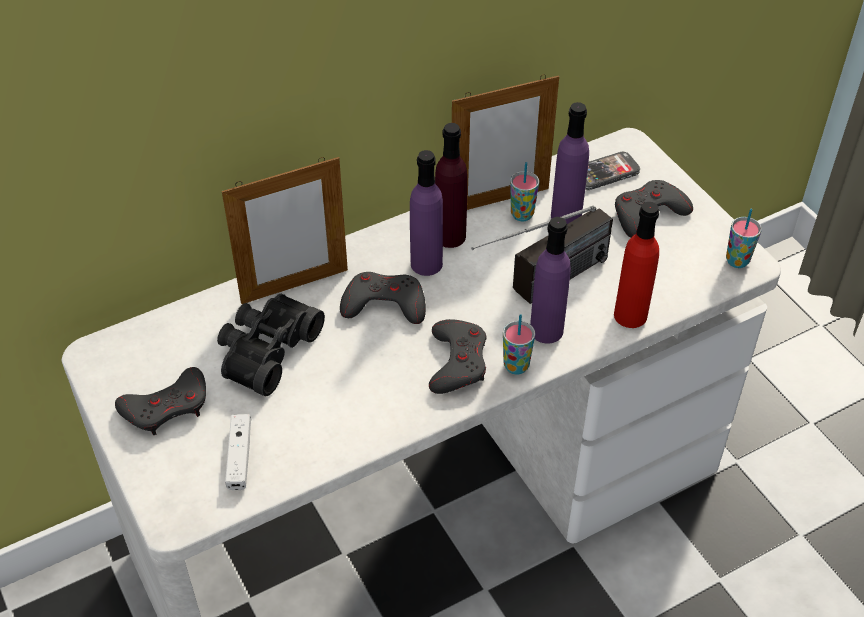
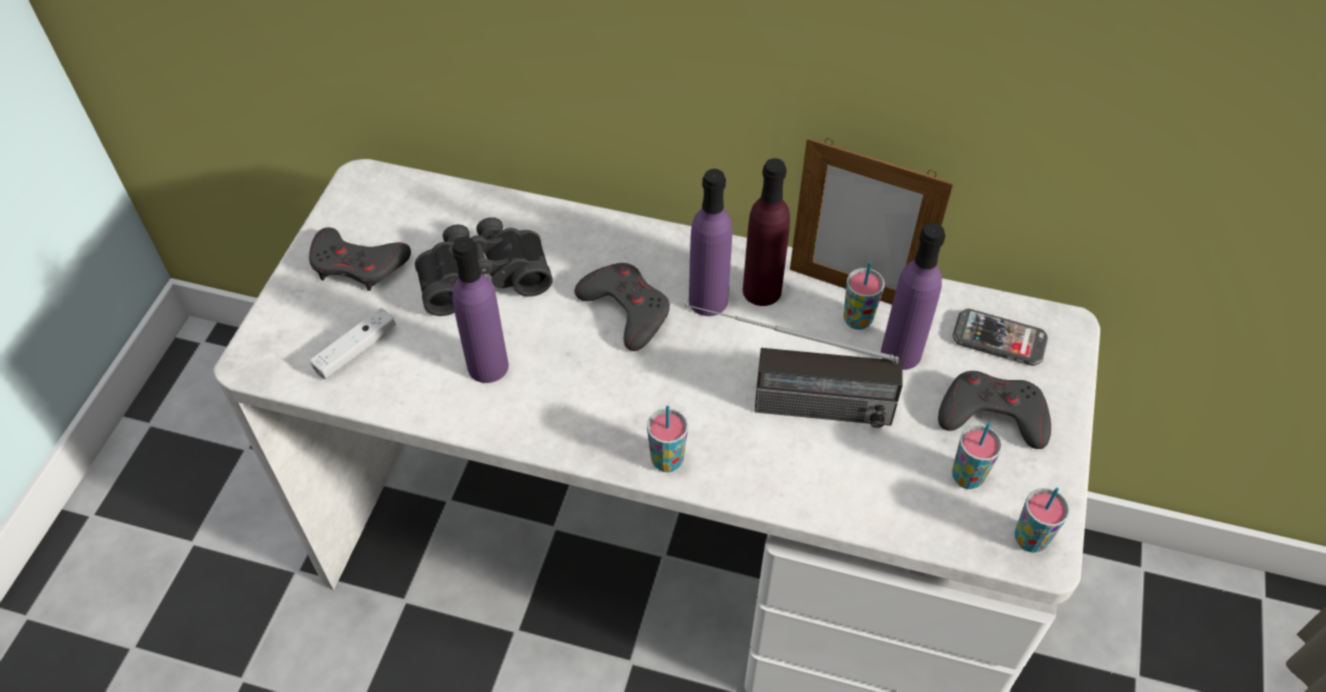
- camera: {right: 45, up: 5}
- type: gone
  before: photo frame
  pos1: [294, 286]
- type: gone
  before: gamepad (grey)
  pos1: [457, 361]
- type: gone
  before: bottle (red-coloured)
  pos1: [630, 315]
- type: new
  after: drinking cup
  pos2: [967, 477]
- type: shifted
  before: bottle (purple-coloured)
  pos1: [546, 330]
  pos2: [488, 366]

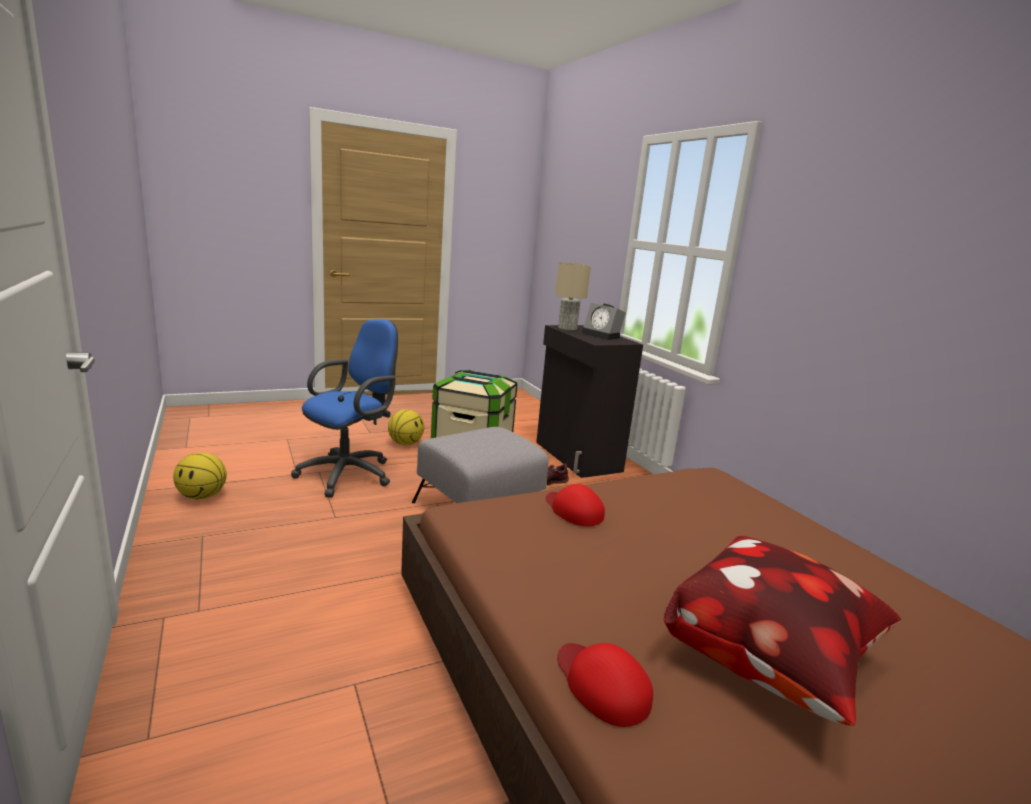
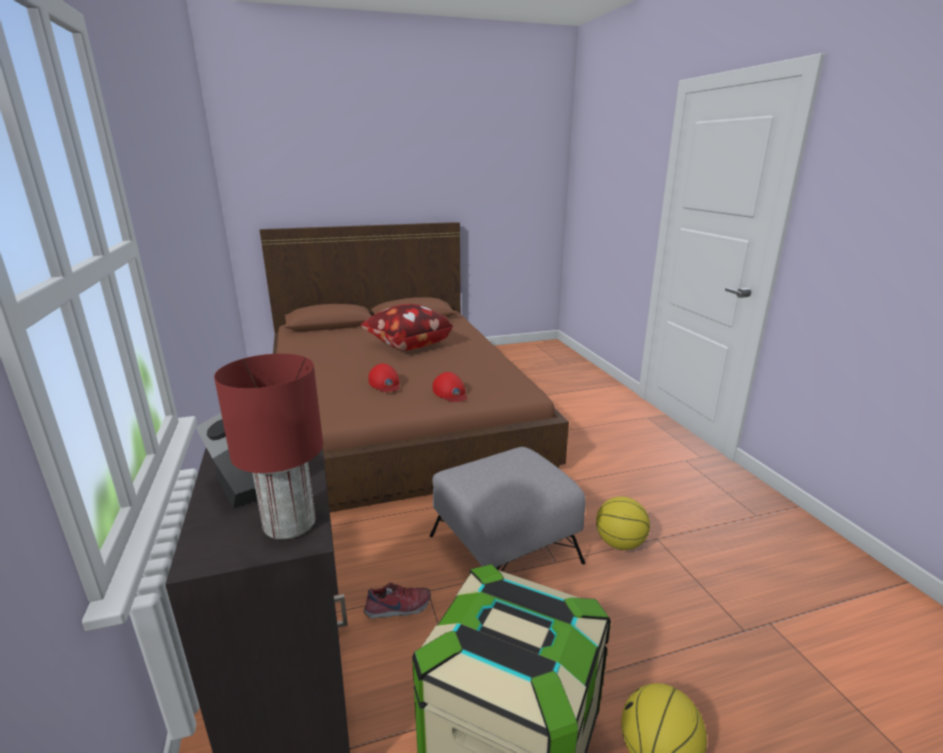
- camera: {right: -170, up: 5}
- type: gone
  before: desk chair (blue)
  pos1: [350, 474]
- type: shifted
  before: basketball
  pos1: [202, 496]
  pos2: [619, 543]
- type: shifted
  before: cap (red-coloured)
  pos1: [601, 684]
  pos2: [385, 383]
- type: repainted
  before: table lamp (sand-coloured)
  after: table lamp (red-coloured)
  pos1: [567, 328]
  pos2: [290, 523]

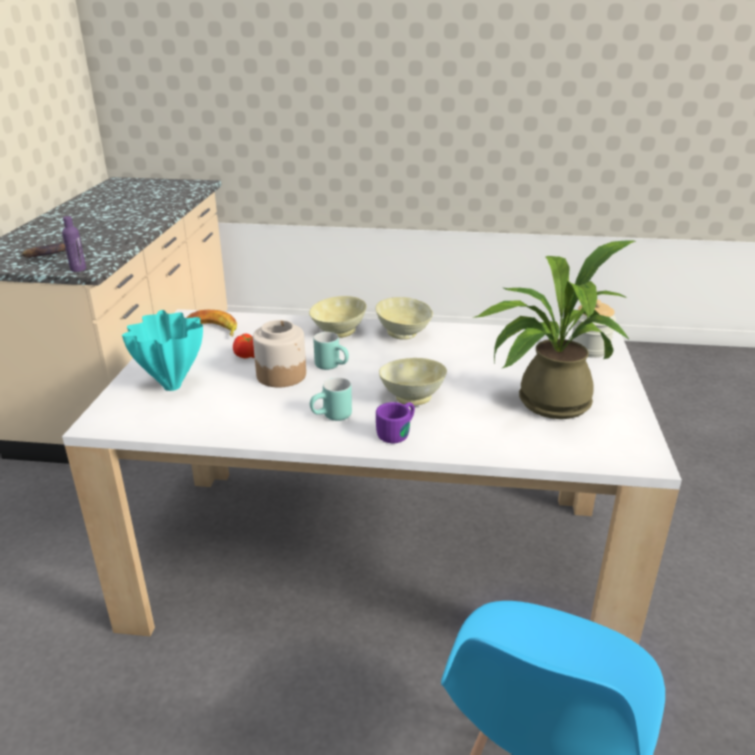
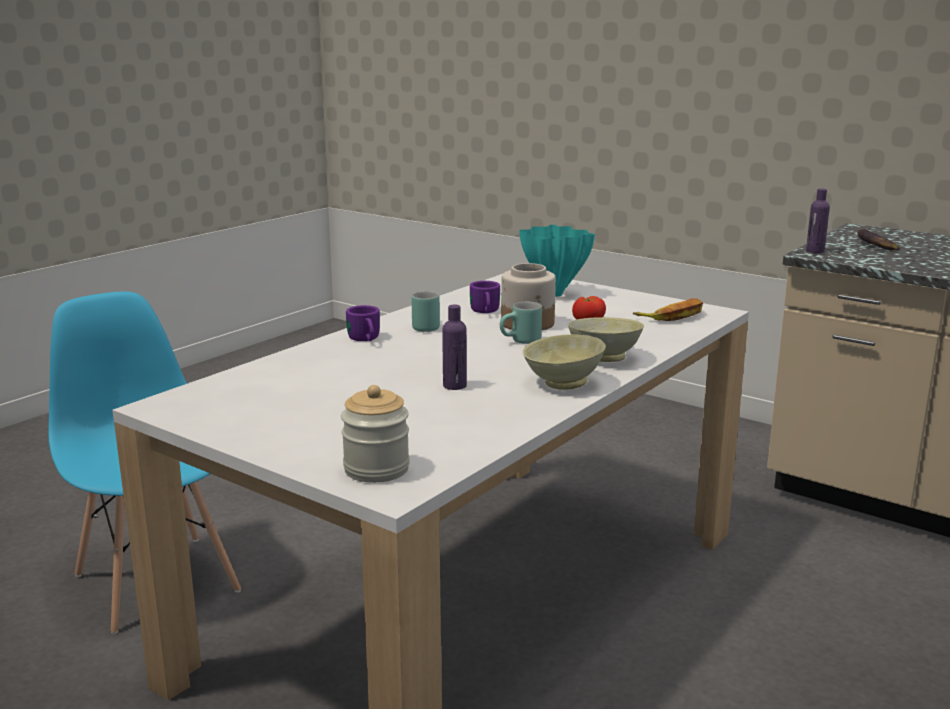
- camera: {right: 120, up: -10}
- type: gone
  before: serving bowl (sand-coloured)
  pos1: [412, 397]
- type: gone
  before: potted plant
  pos1: [544, 403]
- type: new
  after: bottle (purple-coloured)
  pos2: [454, 386]
- type: new
  after: mug (purple-coloured)
  pos2: [485, 312]

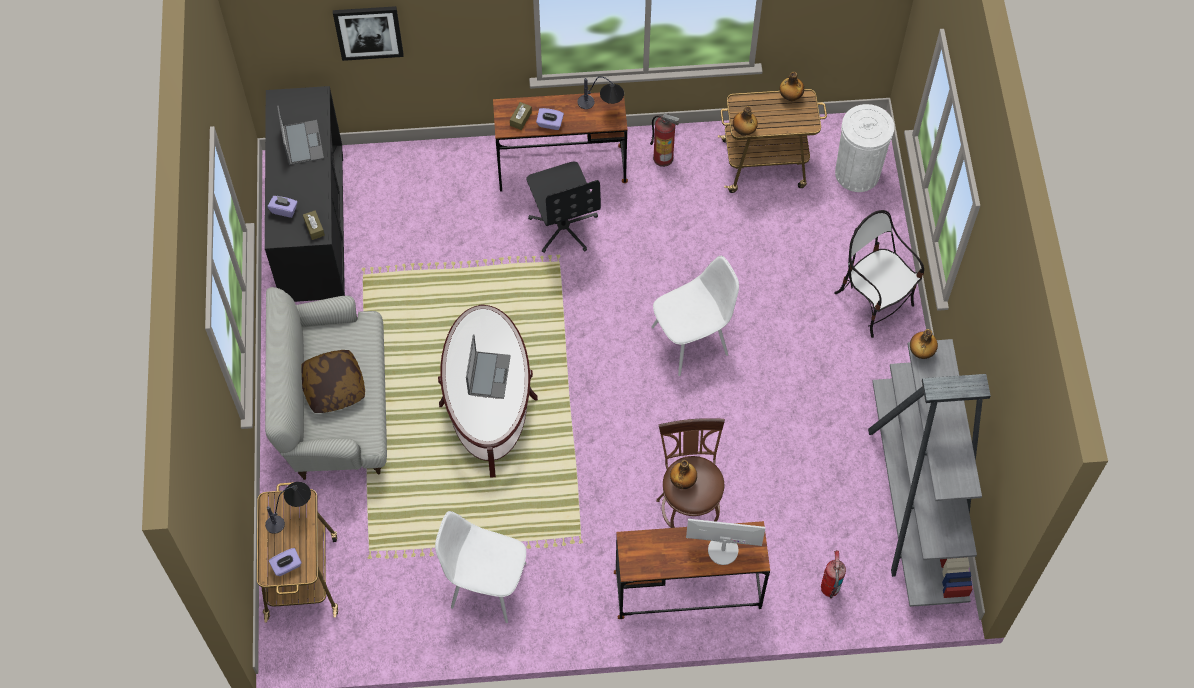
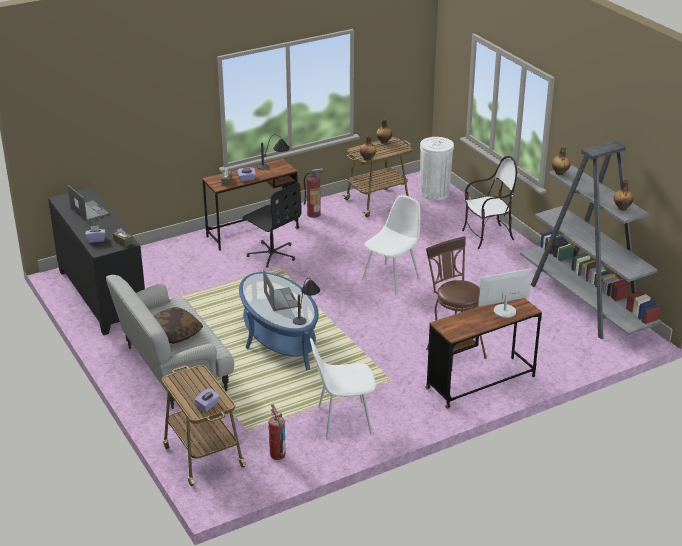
- camera: {right: -25, up: -30}
- type: gone
  before: picture
  pos1: [368, 32]
- type: shifted
  before: table lamp
  pos1: [292, 513]
  pos2: [306, 314]
- type: shifted
  before: bottle
  pos1: [683, 481]
  pos2: [622, 208]
- type: shifted
  before: extinguisher
  pos1: [829, 588]
  pos2: [277, 455]
- type: repainted
  before: low table (brown)
  after: low table (blue)
  pos1: [488, 401]
  pos2: [279, 338]
- type: rotated
  before: plain chair
  pos1: [873, 301]
  pos2: [487, 236]
  turn: 135

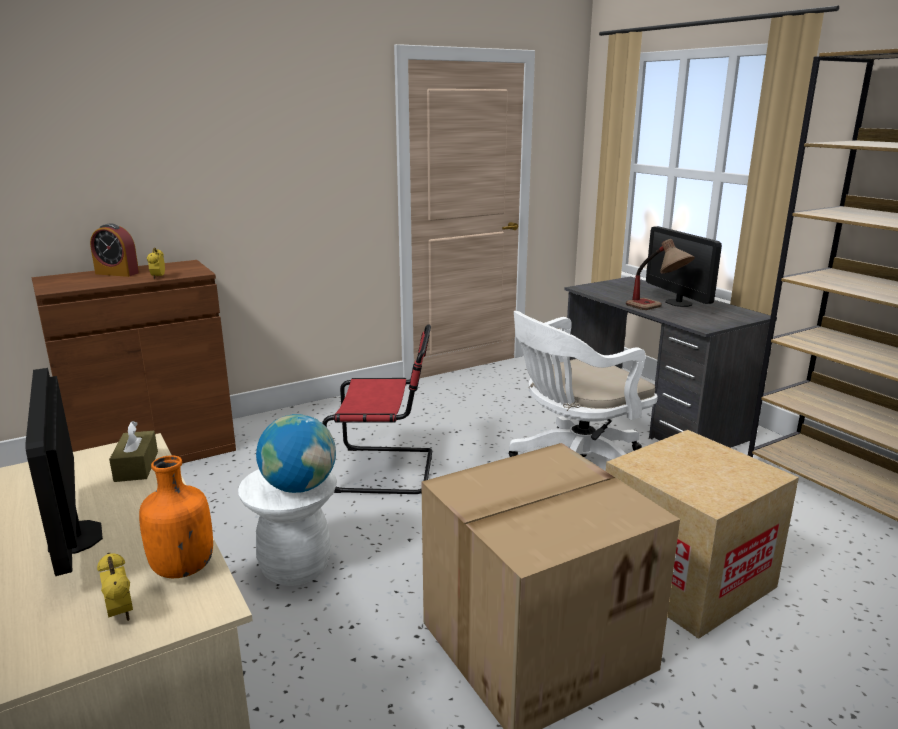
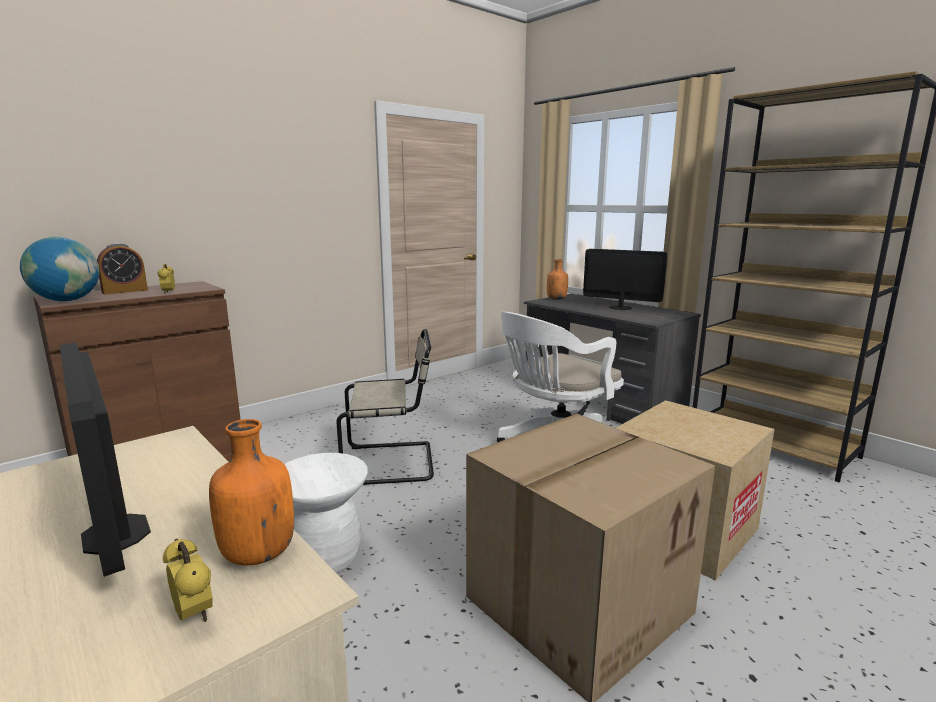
- camera: {right: -10, up: -5}
- type: gone
  before: tissue box (brown)
  pos1: [136, 466]
- type: gone
  before: table lamp
  pos1: [657, 309]
- type: new
  after: bottle (orangey)
  pos2: [556, 299]
- type: shifted
  before: globe
  pos1: [299, 487]
  pos2: [67, 300]
- type: repainted
  before: plain chair (red-coloured)
  after: plain chair (sand-coloured)
  pos1: [387, 470]
  pos2: [393, 463]
- type: rotated
  before: alarm clock
  pos1: [117, 273]
  pos2: [125, 291]
  turn: -45
- type: rotated
  before: computer screen
  pos1: [678, 303]
  pos2: [620, 308]
  turn: 150

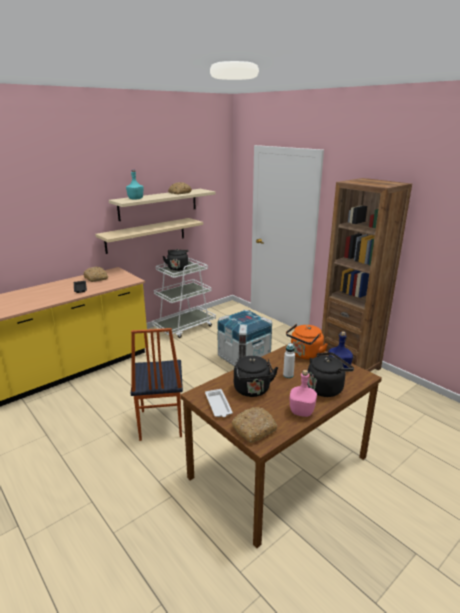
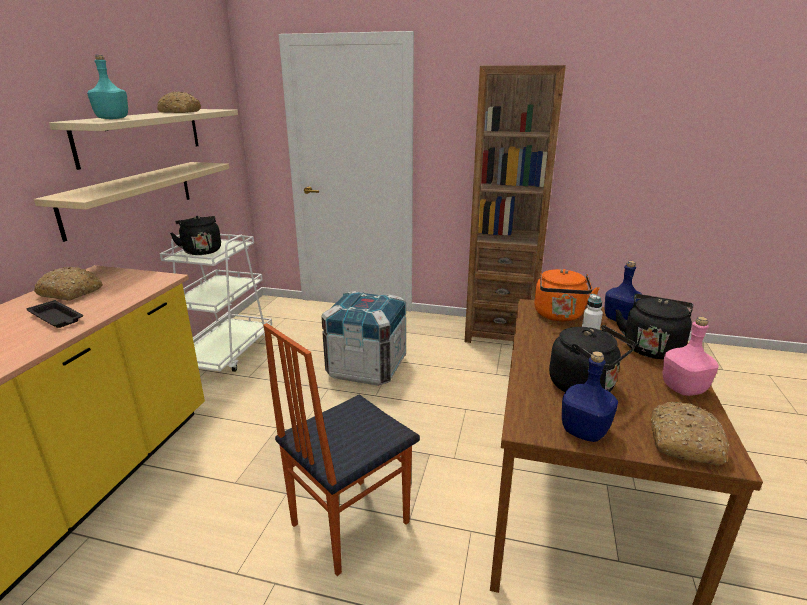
- camera: {right: -35, up: 0}
- type: swapped
  before: tray (white-coloured)
  after: bottle (blue)
  pos1: [218, 406]
  pos2: [584, 431]
- type: rotated
  before: plain chair
  pos1: [160, 423]
  pos2: [348, 523]
  turn: 90

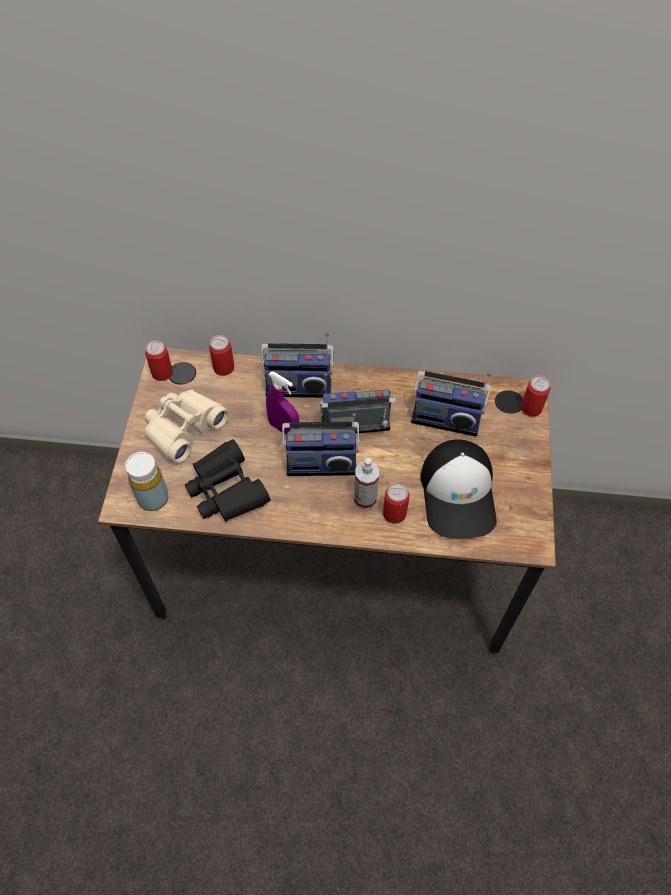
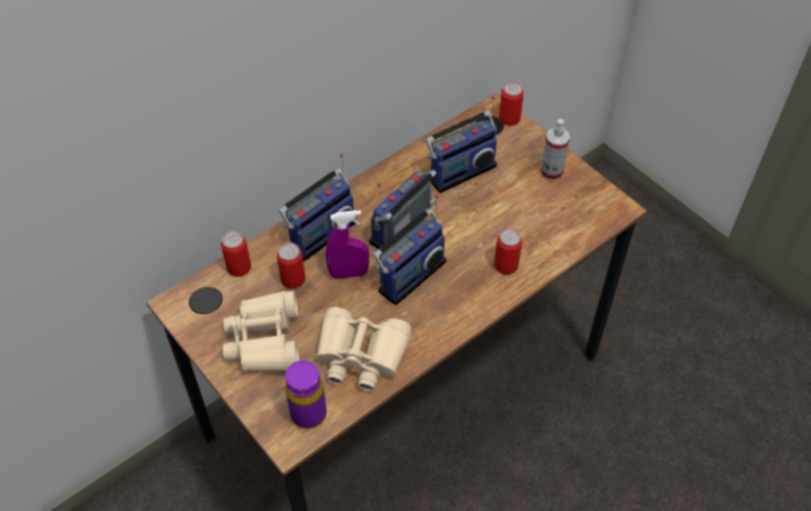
- camera: {right: -45, up: -5}
- type: gone
  before: cap
  pos1: [459, 494]
- type: shifted
  before: metal can
  pos1: [162, 373]
  pos2: [293, 279]
- type: shifted
  before: hand sprayer
  pos1: [365, 499]
  pos2: [551, 172]
- type: repainted
  before: bottle (yellow)
  after: bottle (purple-coloured)
  pos1: [153, 498]
  pos2: [308, 414]
- type: repainted
  before: binoculars (black-coloured)
  after: binoculars (sand-coloured)
  pos1: [226, 489]
  pos2: [361, 355]

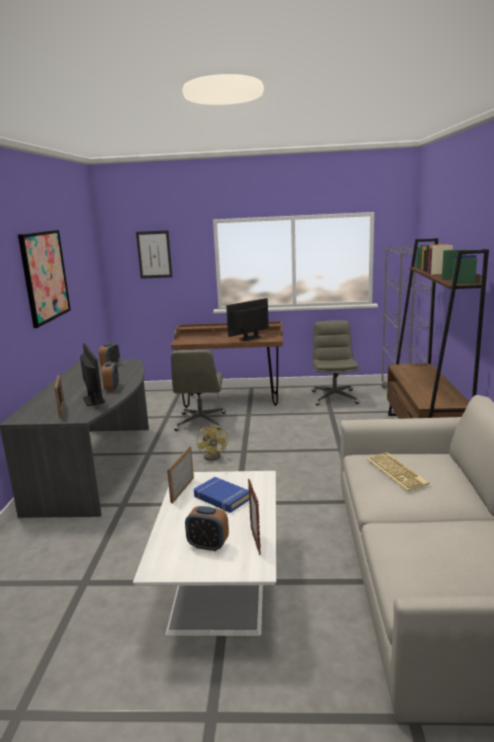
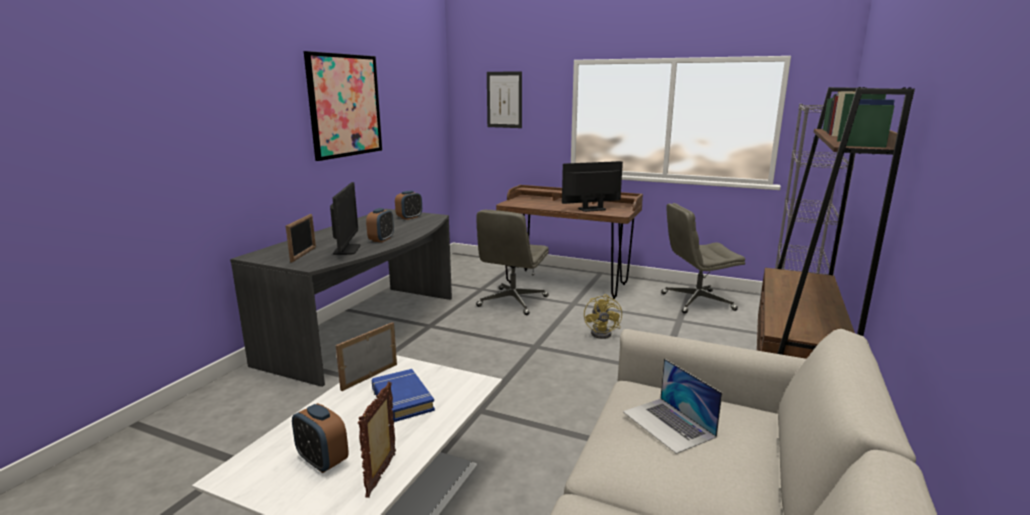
- camera: {right: 20, up: 0}
- type: shifted
  before: cooling fan (yellow)
  pos1: [214, 455]
  pos2: [604, 333]
- type: swapped
  before: computer keyboard
  after: notebook computer
  pos1: [398, 472]
  pos2: [668, 424]
- type: rotated
  before: desk chair (grey)
  pos1: [334, 397]
  pos2: [696, 302]
  turn: -120

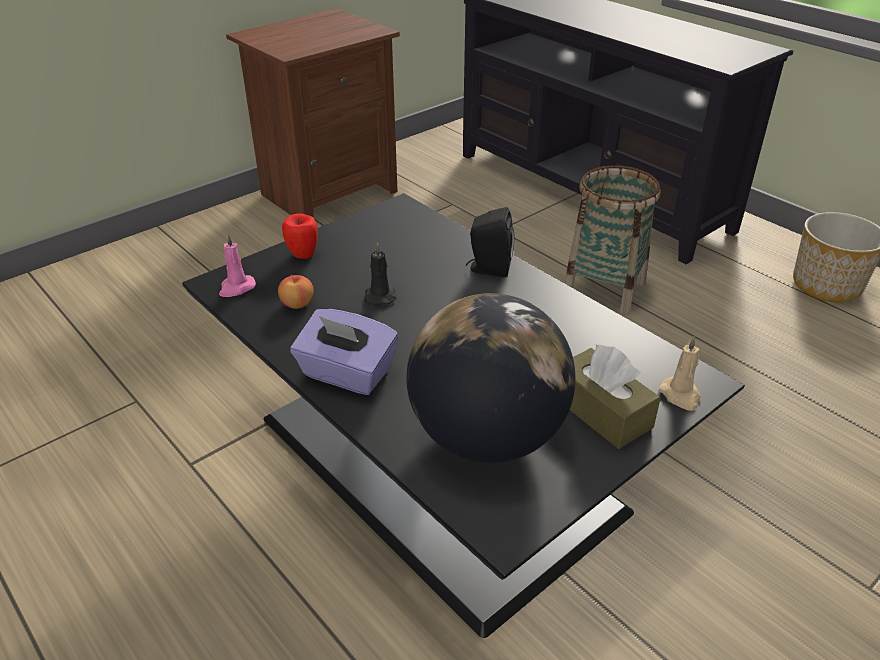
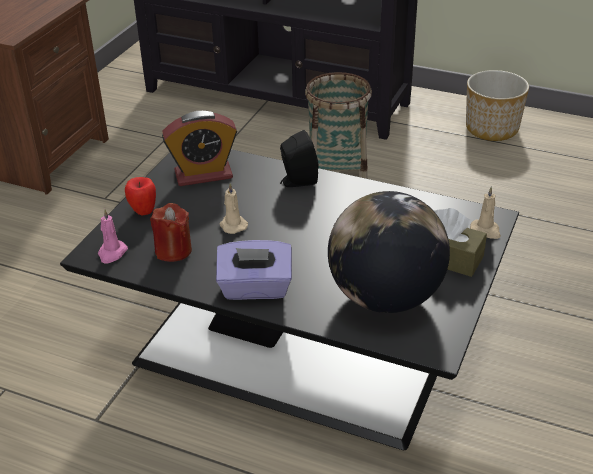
- camera: {right: -25, up: 0}
- type: new
  after: alarm clock
  pos2: [203, 175]
- type: swapped
  before: whole apple
  after: candle (red-coloured)
  pos1: [297, 304]
  pos2: [173, 250]
- type: repainted
  before: candle (black-coloured)
  after: candle (sand-coloured)
  pos1: [380, 295]
  pos2: [232, 225]

